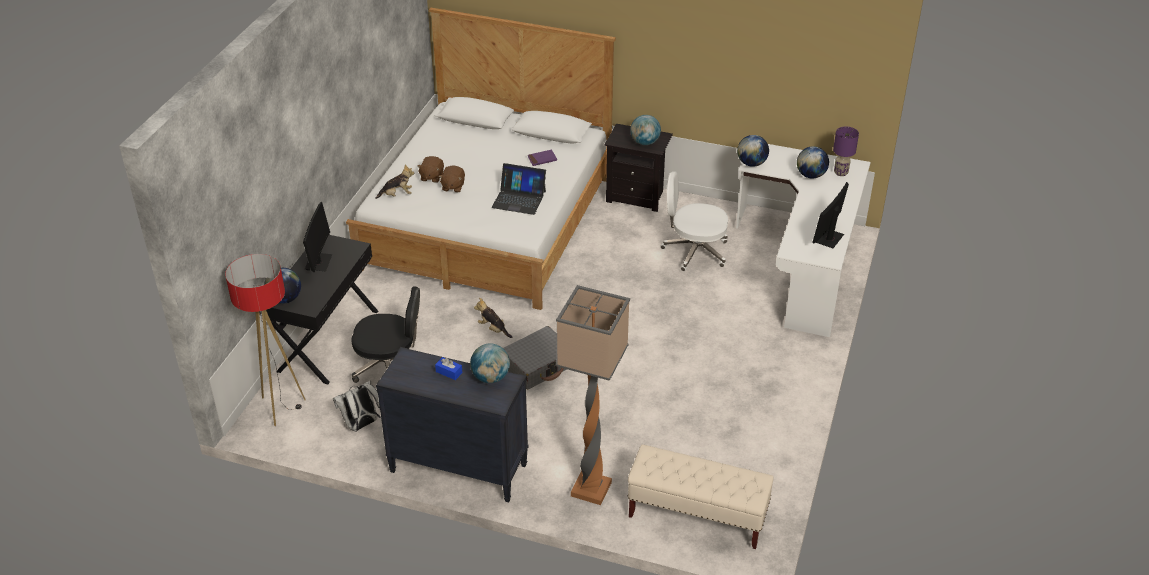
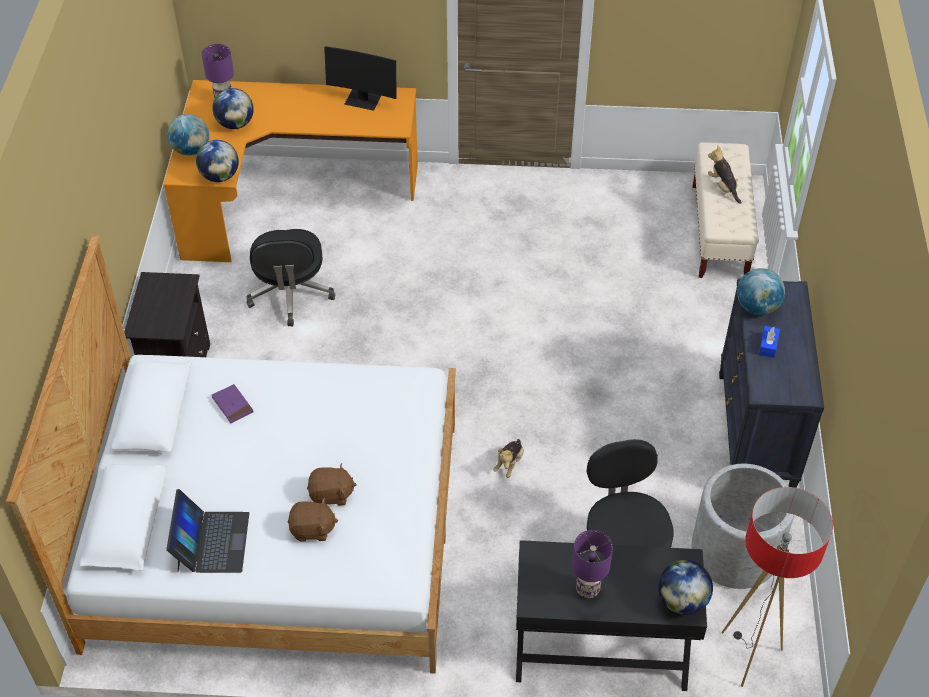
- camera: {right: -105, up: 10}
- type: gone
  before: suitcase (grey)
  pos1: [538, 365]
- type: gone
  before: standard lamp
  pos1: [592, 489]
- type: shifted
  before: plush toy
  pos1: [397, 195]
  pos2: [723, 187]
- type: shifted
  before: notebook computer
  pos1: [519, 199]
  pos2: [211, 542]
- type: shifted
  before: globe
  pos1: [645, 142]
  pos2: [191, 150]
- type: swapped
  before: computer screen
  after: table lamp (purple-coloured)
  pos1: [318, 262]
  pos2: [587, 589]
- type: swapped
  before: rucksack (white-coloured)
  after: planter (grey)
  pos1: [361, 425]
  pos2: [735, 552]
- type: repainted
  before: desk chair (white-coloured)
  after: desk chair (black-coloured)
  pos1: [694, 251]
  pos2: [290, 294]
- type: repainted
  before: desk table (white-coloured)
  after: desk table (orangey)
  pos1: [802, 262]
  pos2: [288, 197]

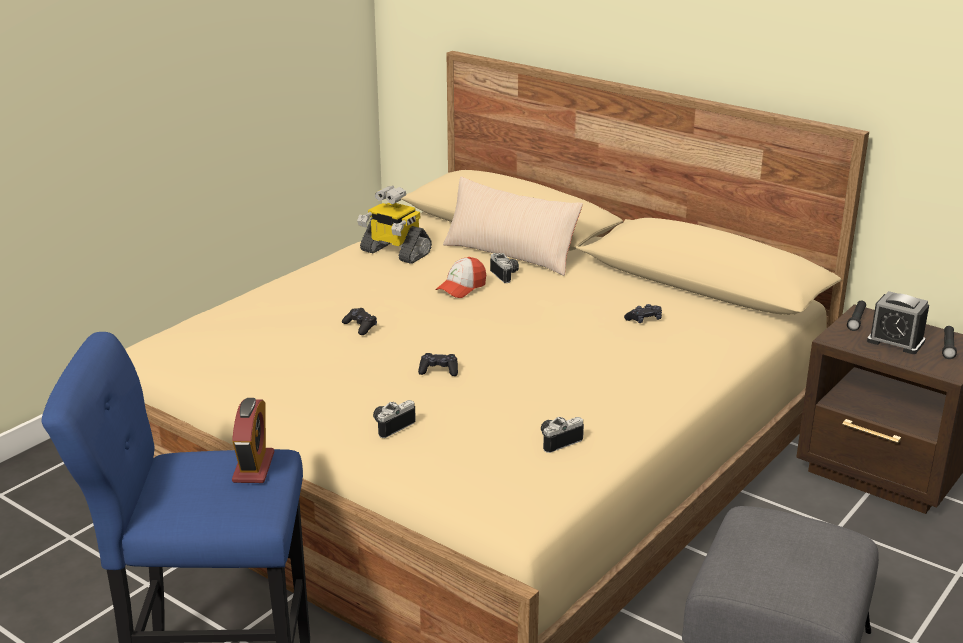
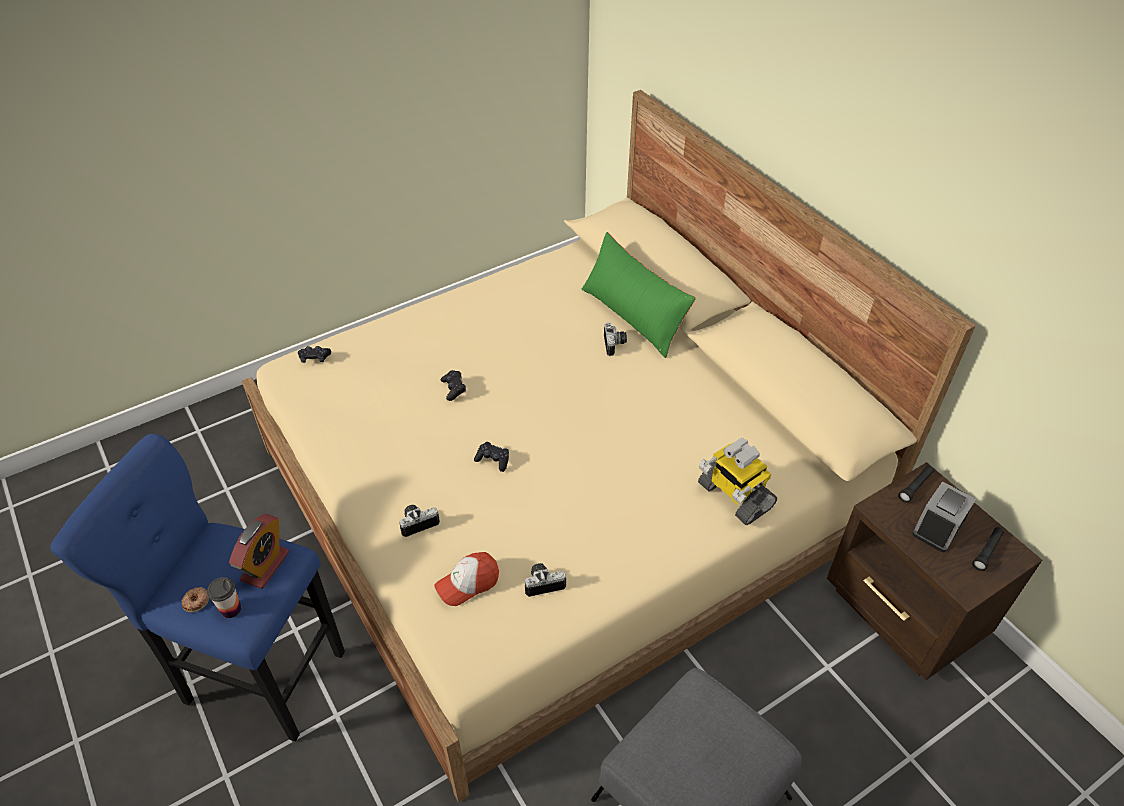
- camera: {right: 20, up: 20}
- type: new
  after: doughnut
  pos2: [196, 601]
- type: new
  after: drinking cup
  pos2: [231, 609]
- type: shifted
  before: robot figure
  pos1: [394, 253]
  pos2: [734, 496]
- type: shifted
  before: cap
  pos1: [461, 288]
  pos2: [468, 583]
- type: shifted
  before: gamepad (black-coloured)
  pos1: [644, 320]
  pos2: [314, 358]
- type: repainted
  before: throw pillow (sand-coloured)
  after: throw pillow (green-coloured)
  pos1: [510, 254]
  pos2: [633, 316]
- type: rotated
  before: alarm clock
  pos1: [895, 341]
  pos2: [937, 528]
  turn: 75

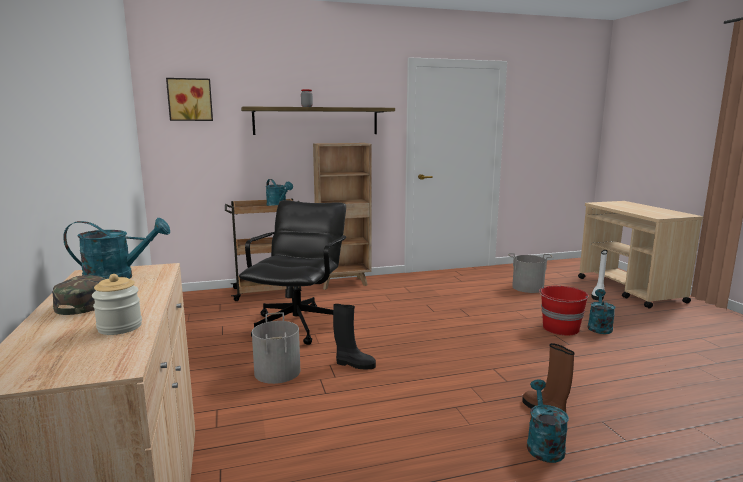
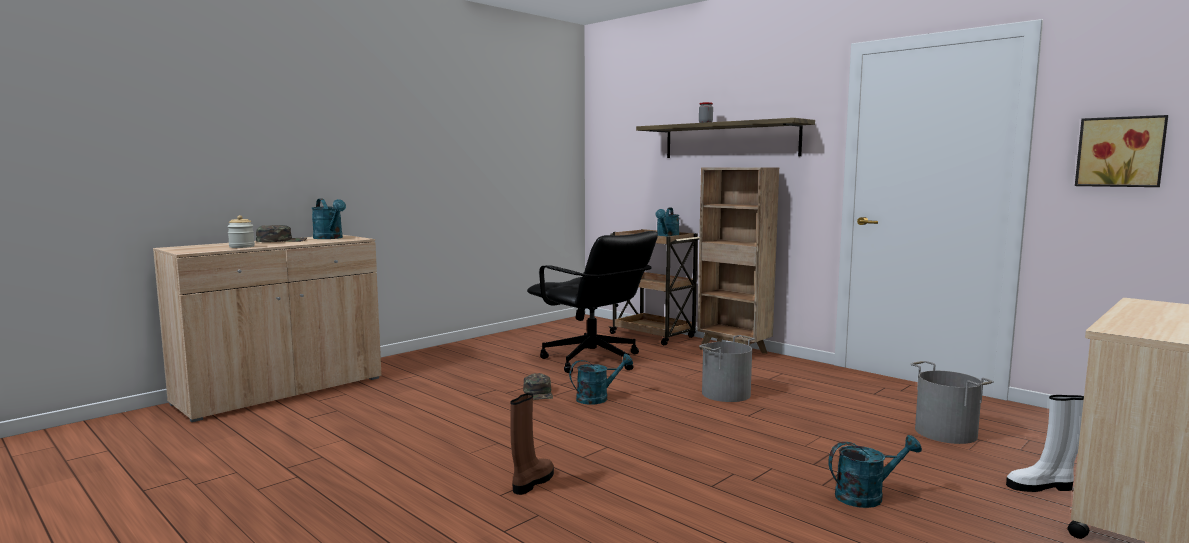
- camera: {right: 60, up: -5}
- type: gone
  before: water bucket (red-coloured)
  pos1: [560, 328]
- type: shifted
  before: picture
  pos1: [190, 99]
  pos2: [1120, 152]
- type: shifted
  before: water bucket (grey)
  pos1: [276, 372]
  pos2: [725, 393]
- type: shifted
  before: sprinkling can (turquoise)
  pos1: [543, 444]
  pos2: [597, 398]
- type: swapped
  before: high-top boot (black-coloured)
  after: cap (green-coloured)
  pos1: [354, 364]
  pos2: [538, 393]
- type: rotated
  before: desk chair (black-coloured)
  pos1: [298, 325]
  pos2: [592, 361]
  turn: 60

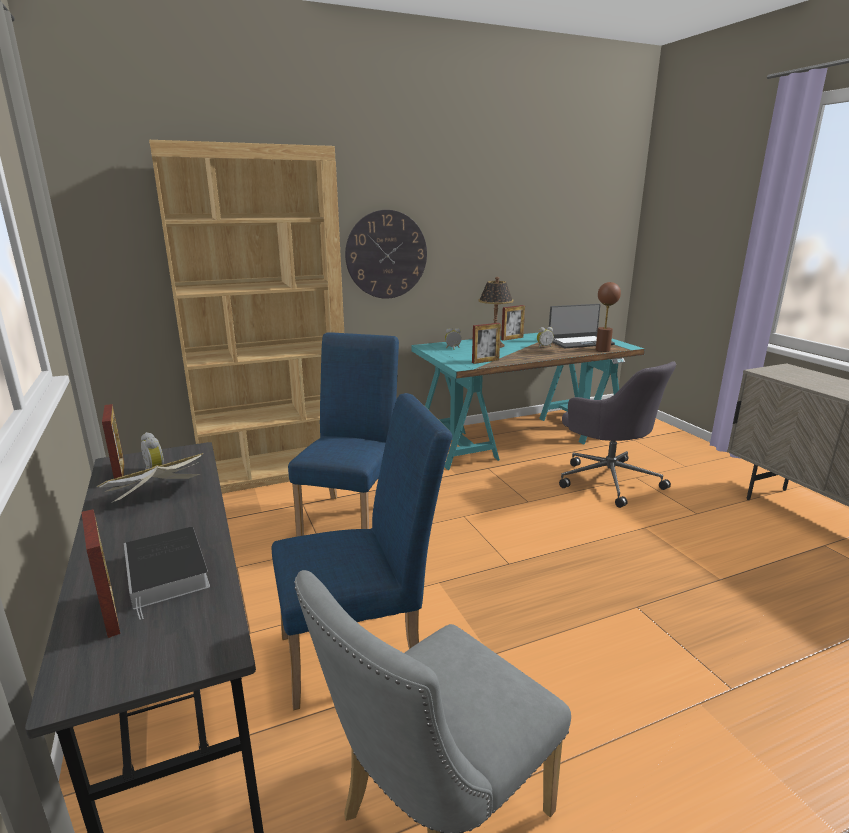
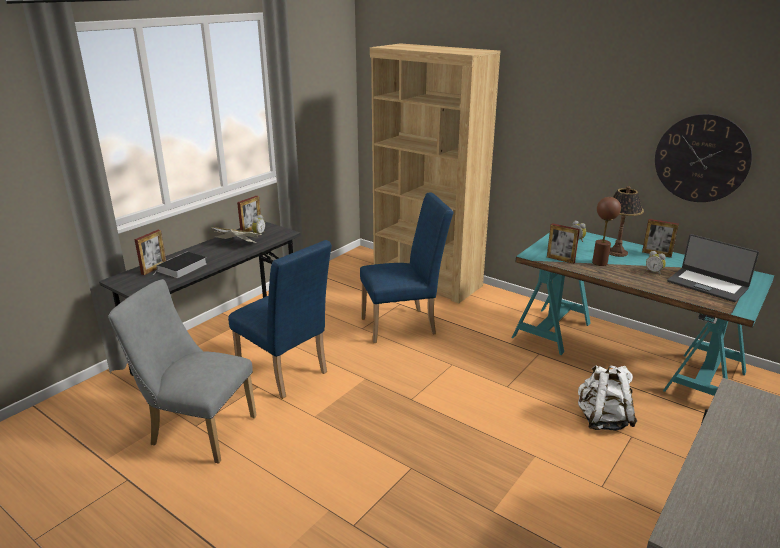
- camera: {right: 60, up: 5}
- type: shifted
  before: clock on the wall
  pos1: [386, 255]
  pos2: [701, 158]
- type: shifted
  before: table lamp (brown)
  pos1: [603, 350]
  pos2: [600, 263]
- type: swapped
  before: desk chair (grey)
  after: rucksack (white-coloured)
  pos1: [608, 479]
  pos2: [602, 420]

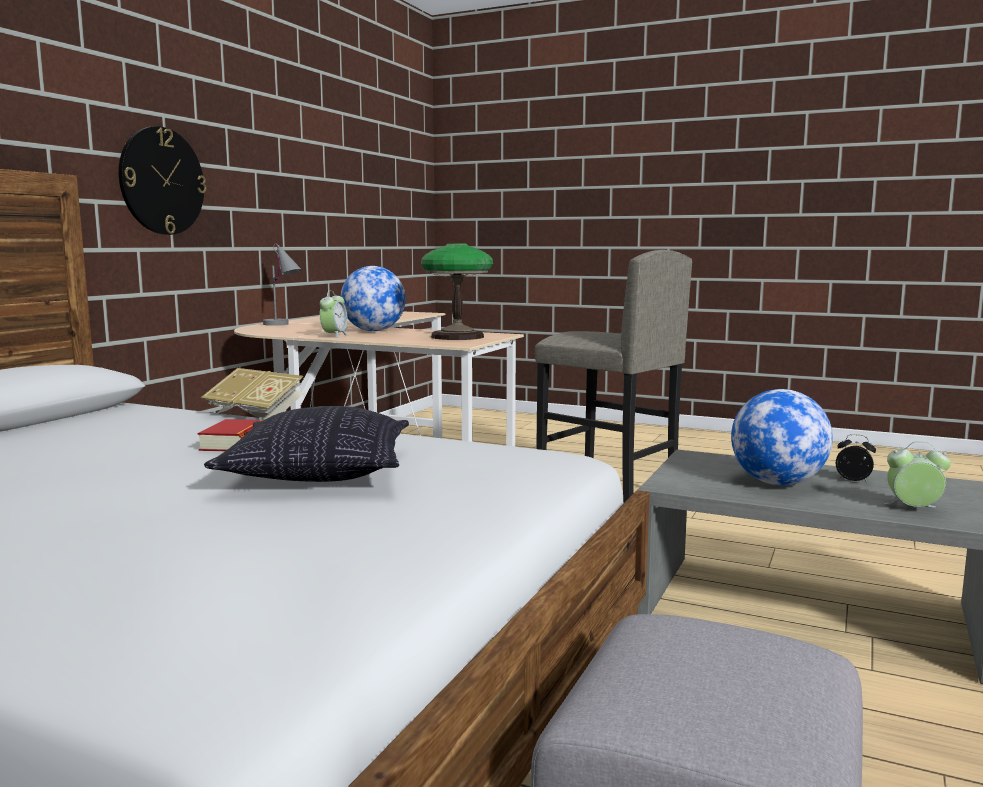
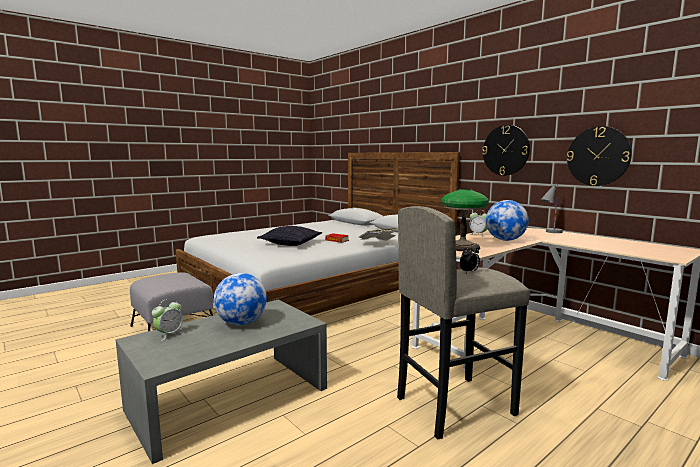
- camera: {right: 115, up: 0}
- type: new
  after: clock on the wall
  pos2: [598, 156]
- type: shifted
  before: alarm clock
  pos1: [853, 480]
  pos2: [469, 272]

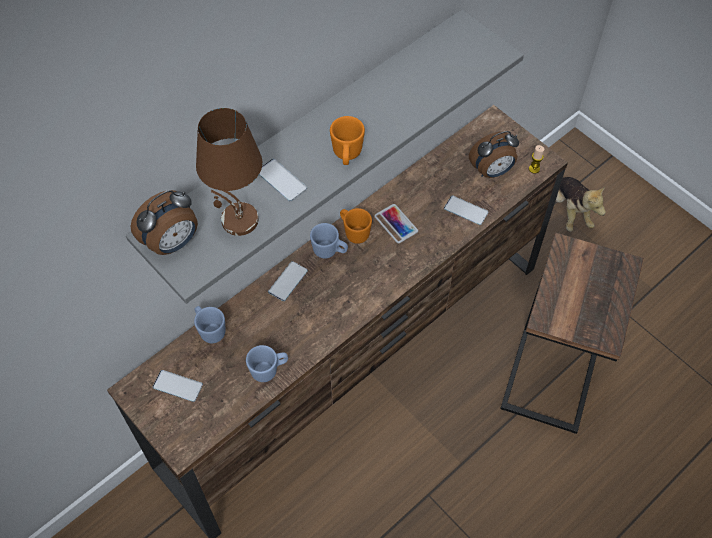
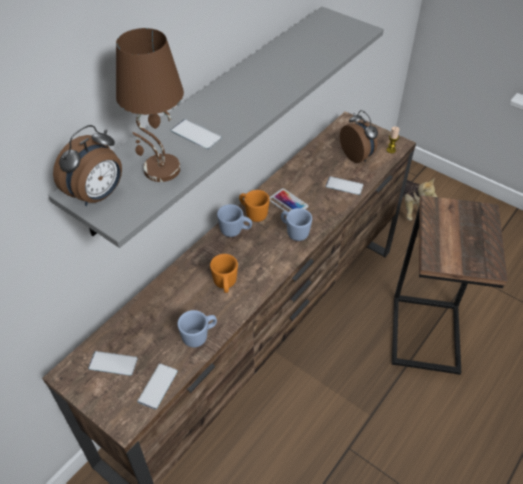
- camera: {right: -10, up: -10}
- type: shifted
  before: mug (blue)
  pos1: [210, 330]
  pos2: [294, 232]
- type: shifted
  before: telephone
  pos1: [288, 281]
  pos2: [158, 386]
- type: shifted
  before: mug (orangey)
  pos1: [347, 155]
  pos2: [225, 285]
- type: rotated
  before: alarm clock
  pos1: [492, 171]
  pos2: [357, 156]
  turn: -90

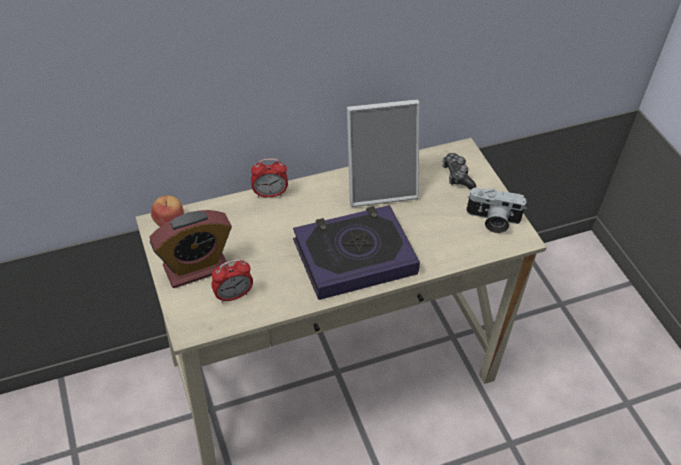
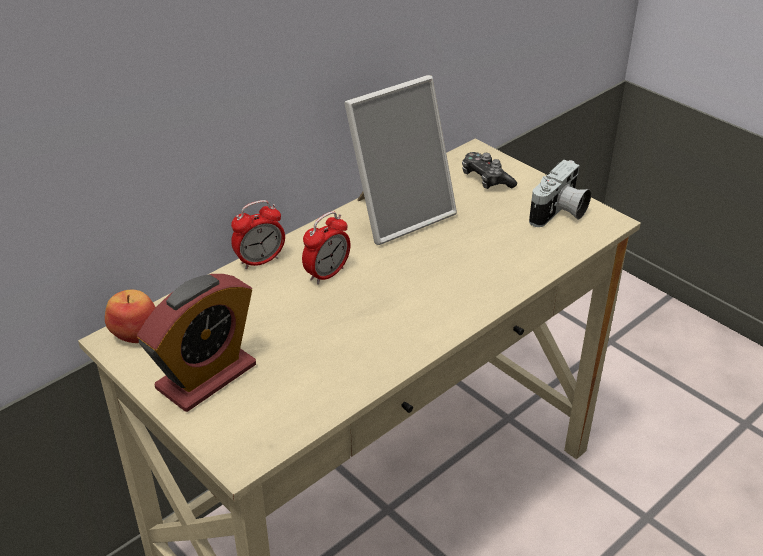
- camera: {right: -20, up: -10}
- type: gone
  before: volume
  pos1: [354, 257]
- type: shifted
  before: alarm clock
  pos1: [233, 295]
  pos2: [327, 274]
- type: rotated
  before: still camera
  pos1: [492, 220]
  pos2: [560, 213]
  turn: -45

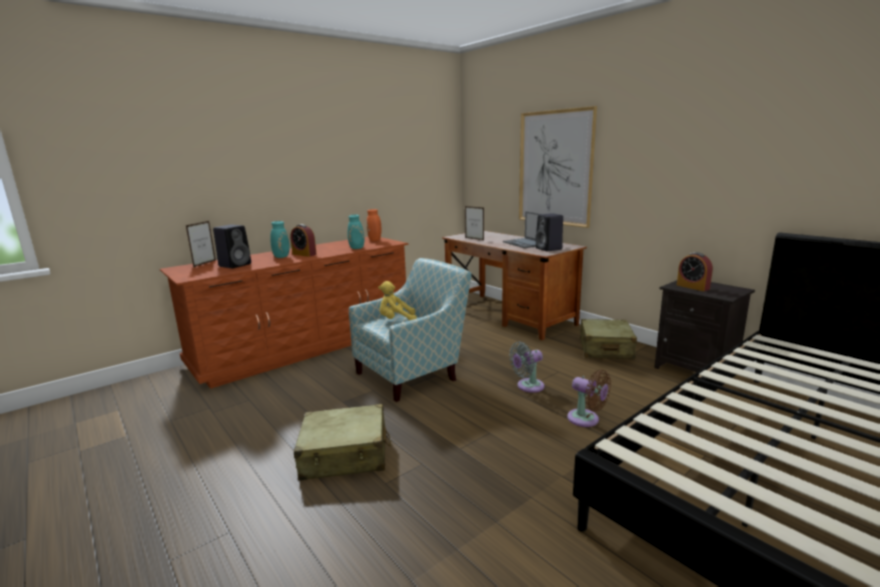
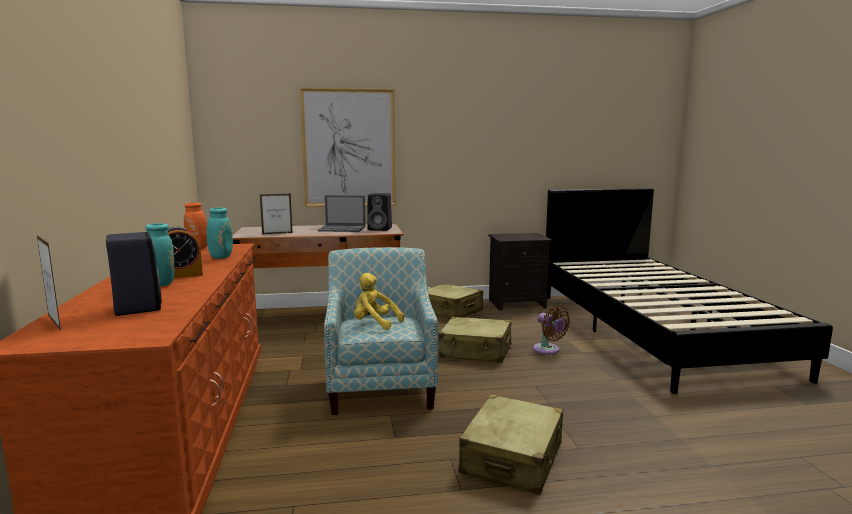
- camera: {right: -60, up: -5}
- type: gone
  before: alarm clock
  pos1: [692, 287]
- type: swapped
  before: cooling fan (grey)
  after: suitcase (sand-coloured)
  pos1: [528, 386]
  pos2: [476, 351]
- type: rotated
  before: plush toy (yellow)
  pos1: [396, 320]
  pos2: [374, 323]
  turn: 90
- type: rotated
  before: cooling fan (brown)
  pos1: [586, 419]
  pos2: [548, 350]
  turn: 75

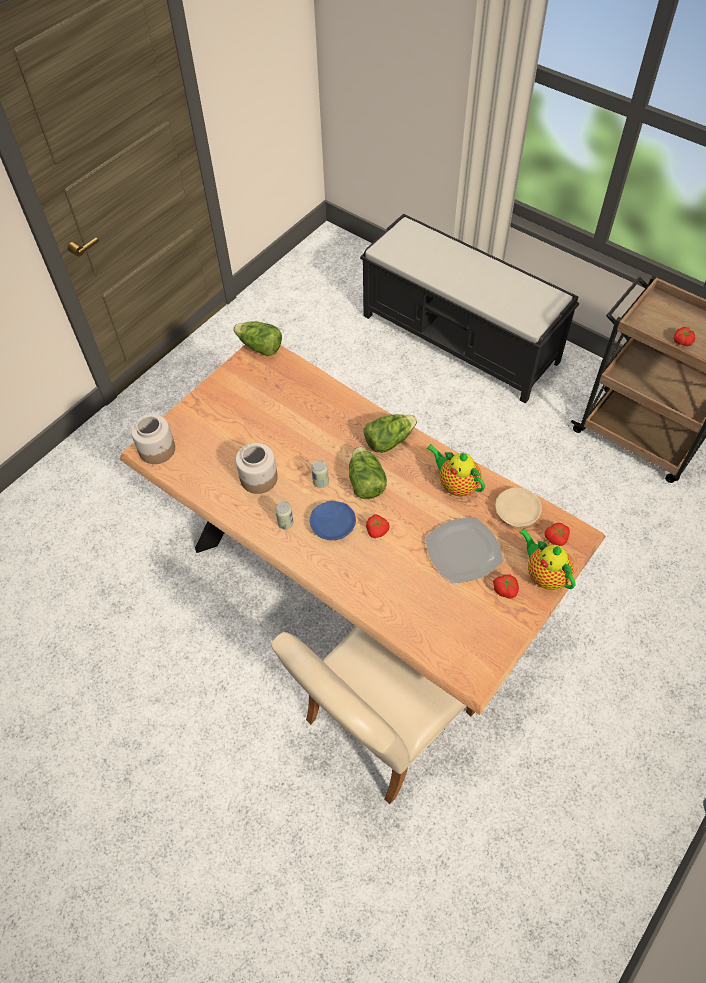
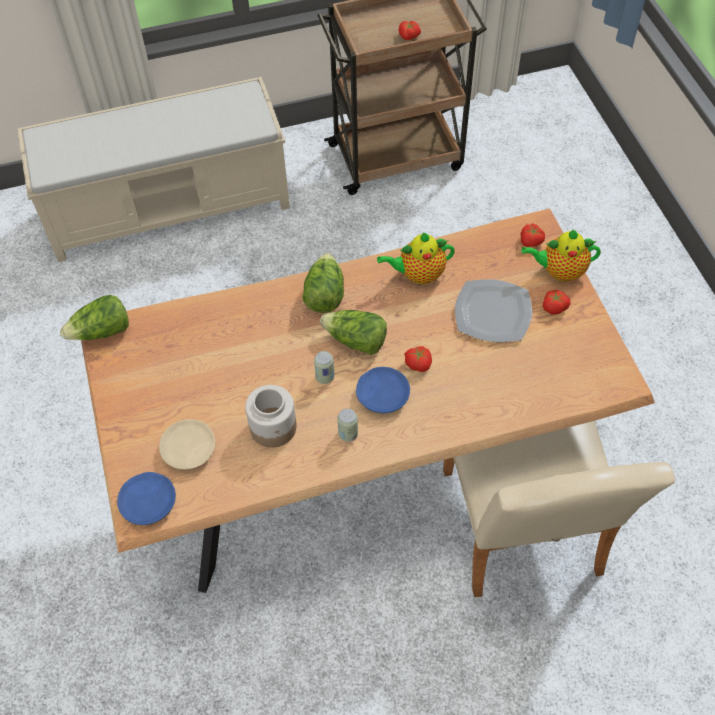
- camera: {right: -55, up: 0}
- type: shifted
  before: flat dish (sand-coloured)
  pos1: [516, 512]
  pos2: [188, 450]
- type: swapped
  before: preserve jar
  after: flat dish (blue)
  pos1: [157, 449]
  pos2: [149, 502]
- type: repainted
  before: bench (black-coloured)
  after: bench (sand-coloured)
  pos1: [461, 339]
  pos2: [170, 205]

